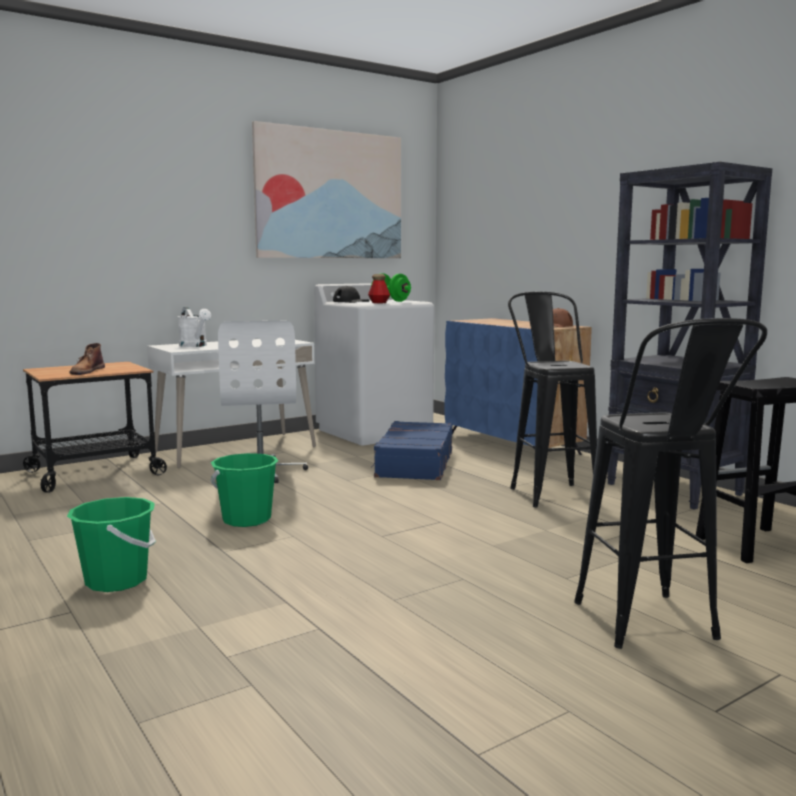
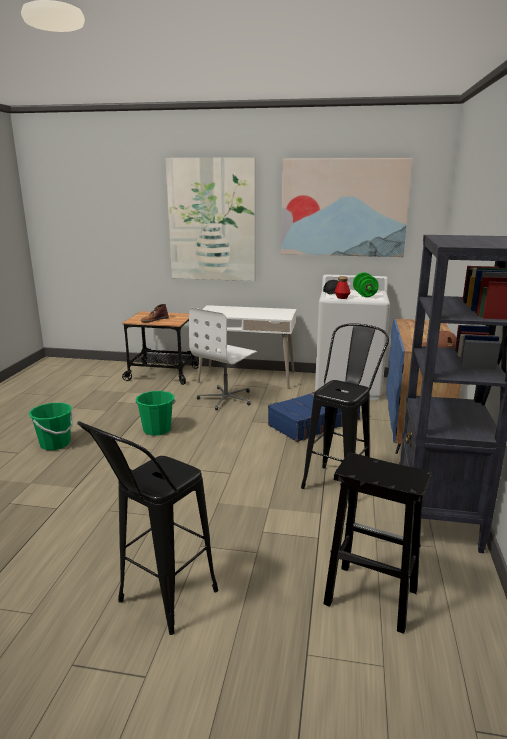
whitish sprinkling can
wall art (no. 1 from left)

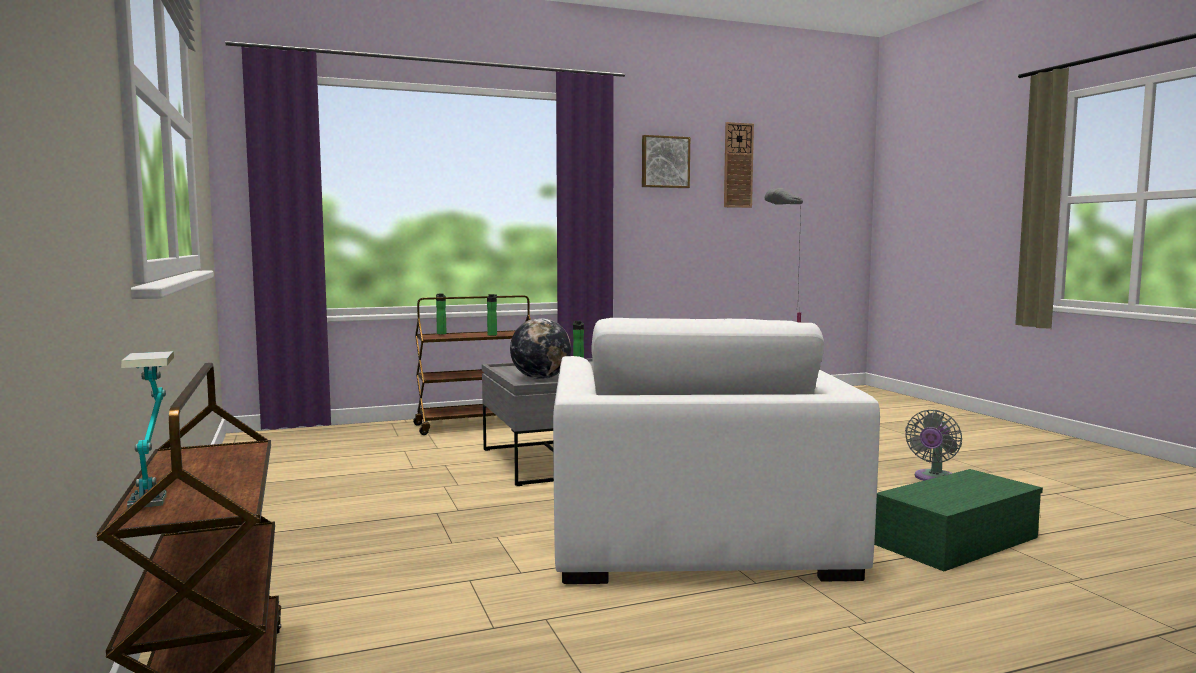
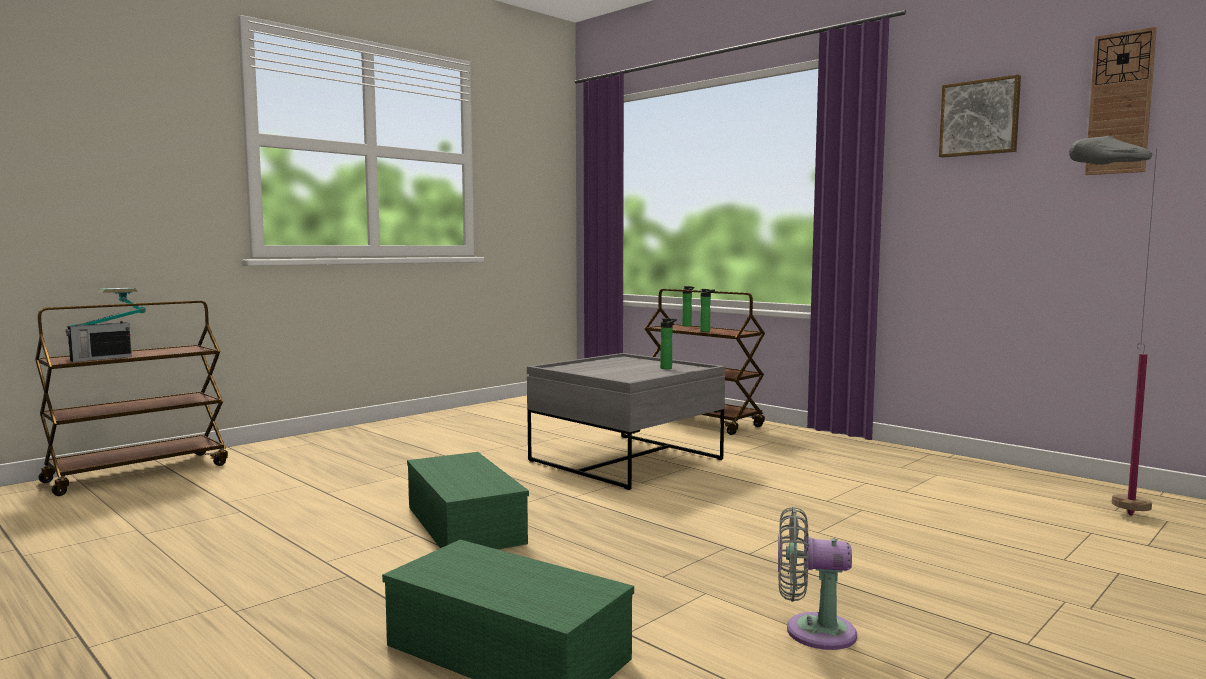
globe
radio receiver
green-coloured storage bin (no. 1 from left)

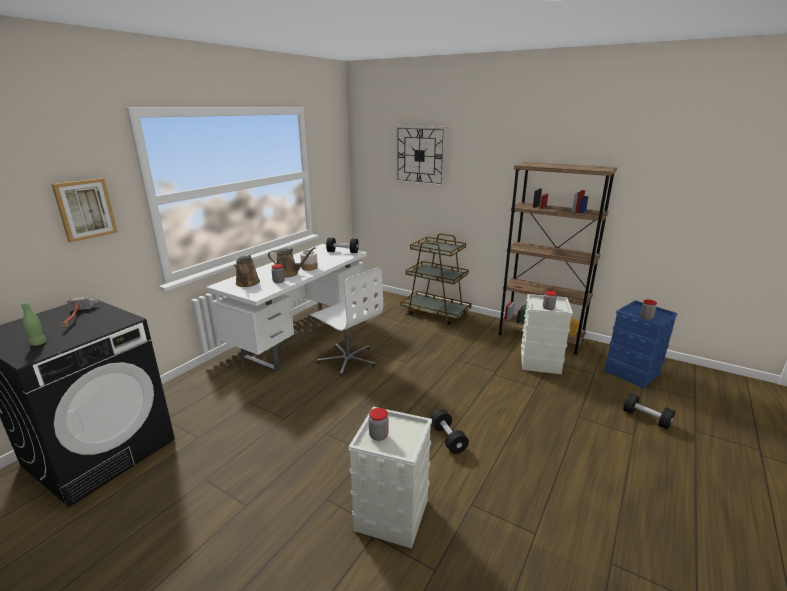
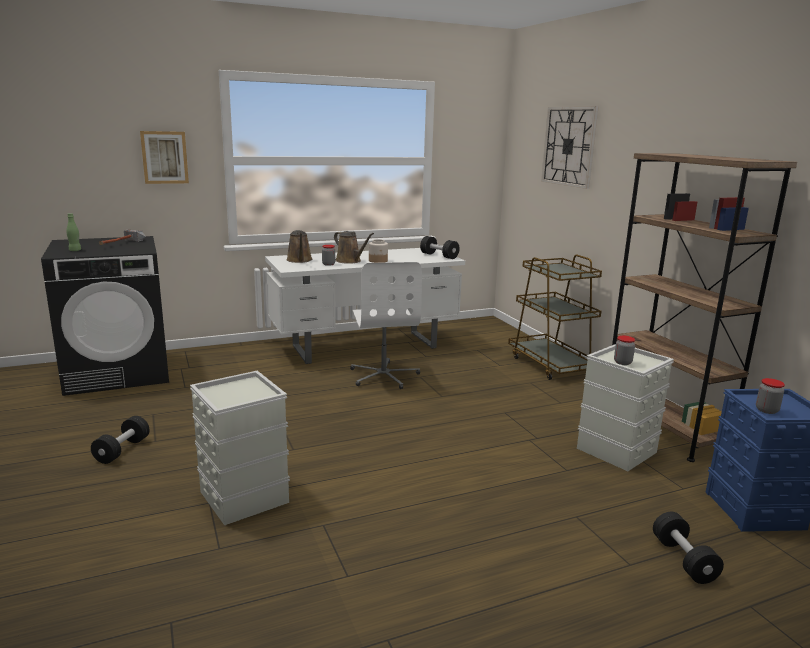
jar (no. 3 from left in the first image)
black-coloured dumbbell (no. 1 from left)
brown sprinkling can (no. 1 from left)

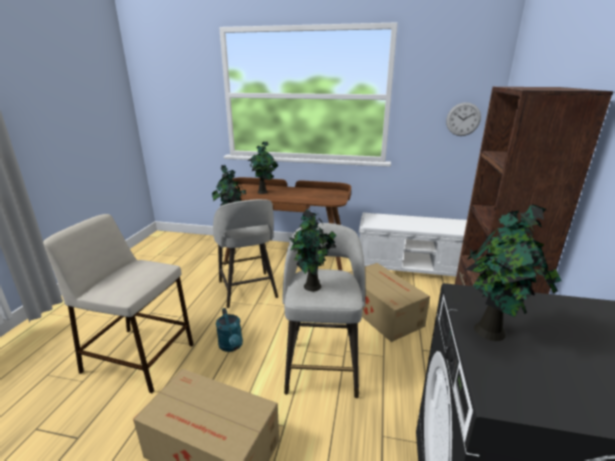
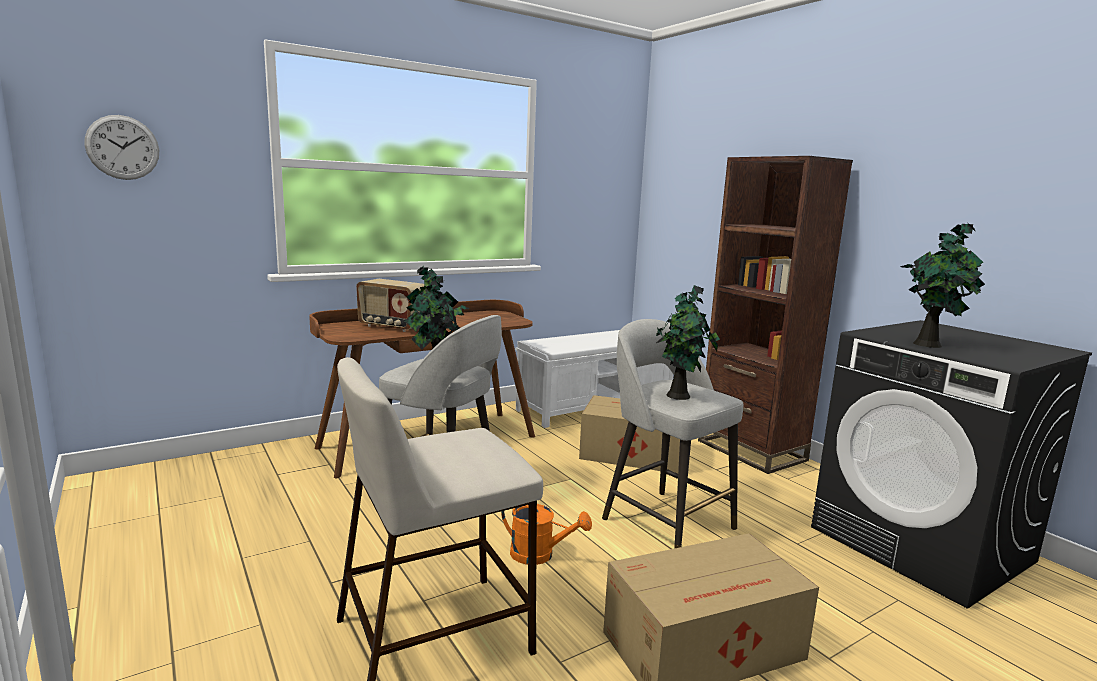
wall clock
radio receiver
orange sprinkling can

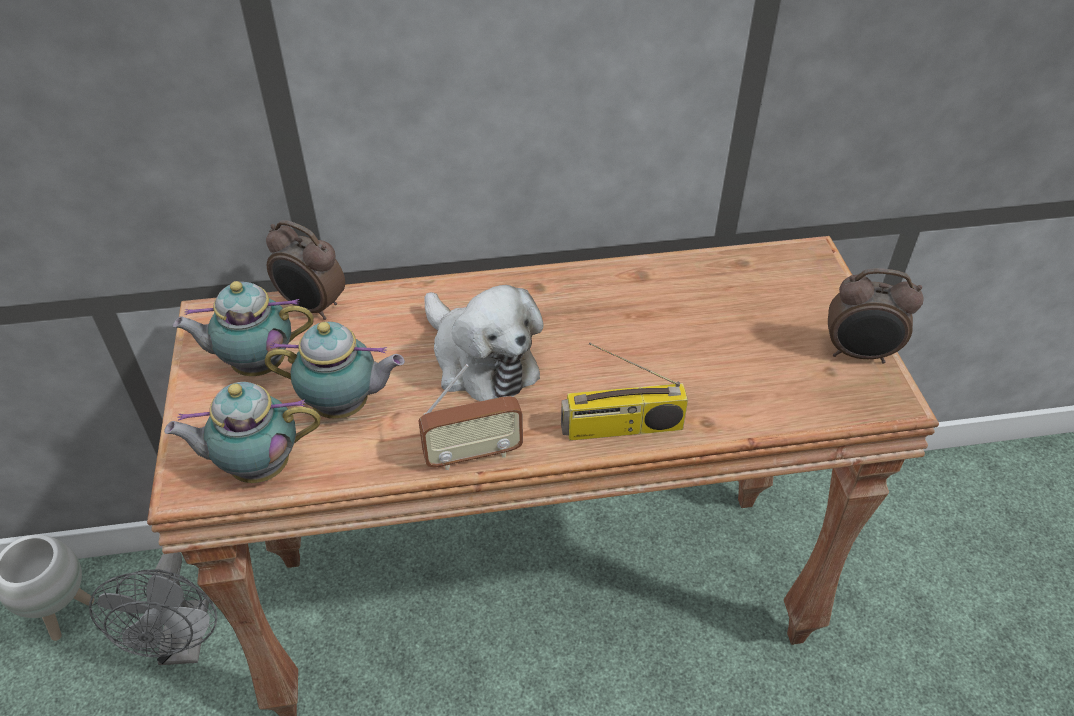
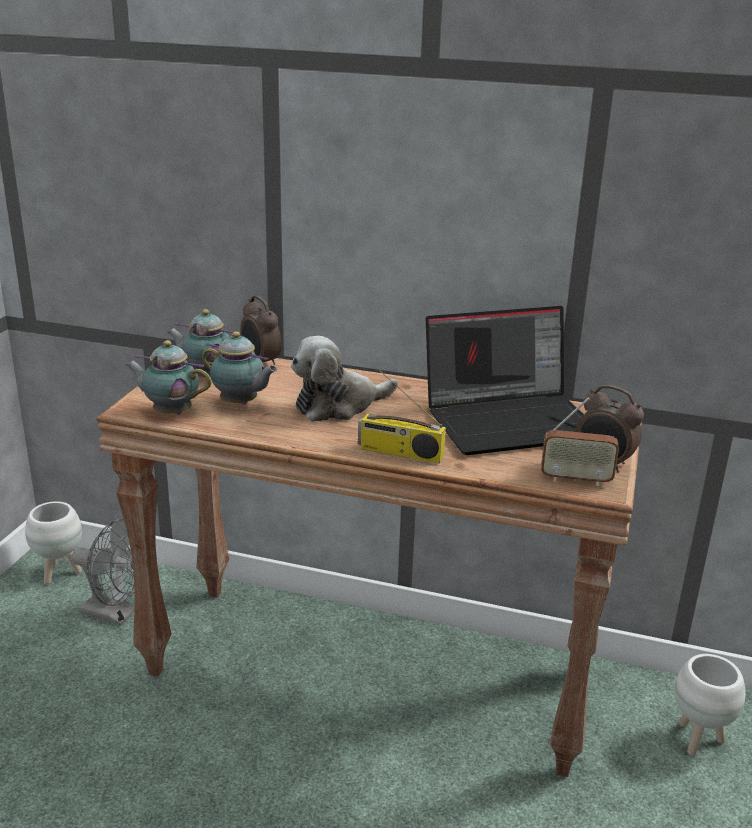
notebook computer
whitish flower pot (no. 2 from left)
radio receiver (no. 2 from left)
gray electric fan
soft toy

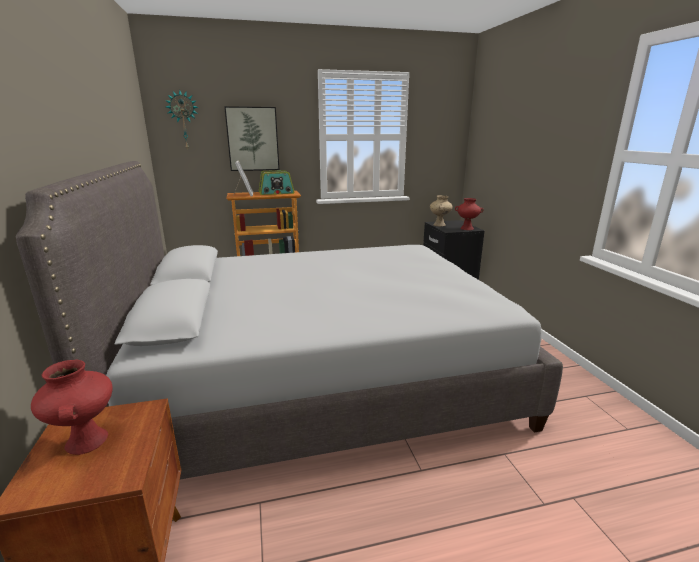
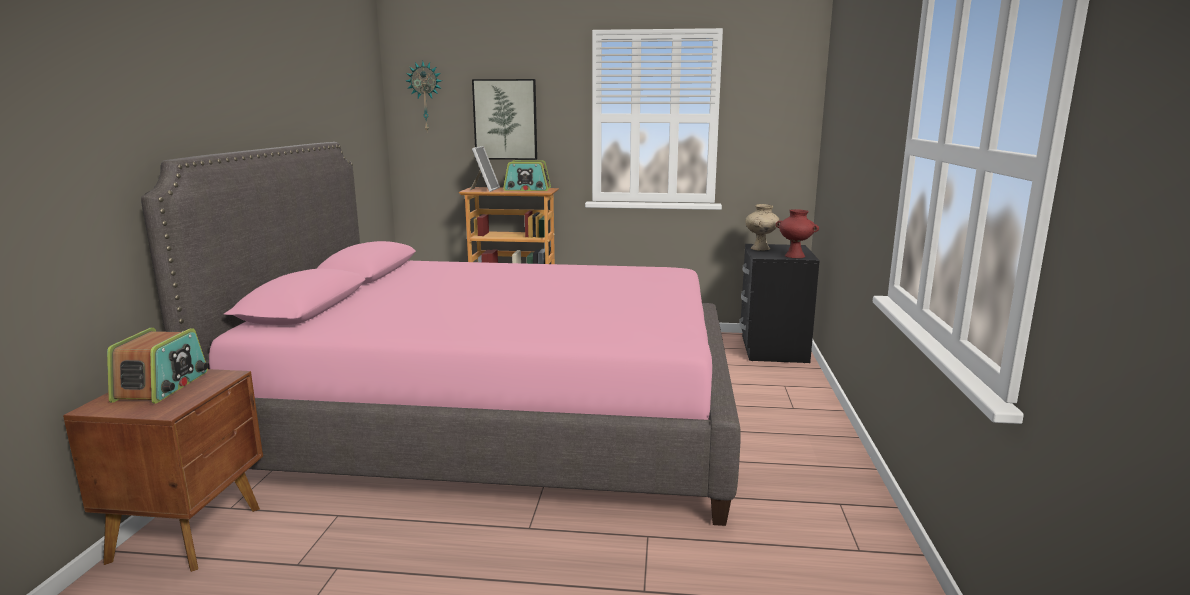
radio receiver (no. 1 from left)
pink-coloured sleeping bed

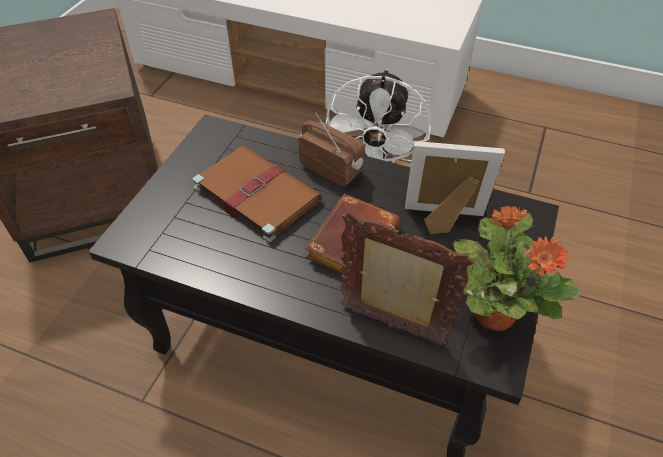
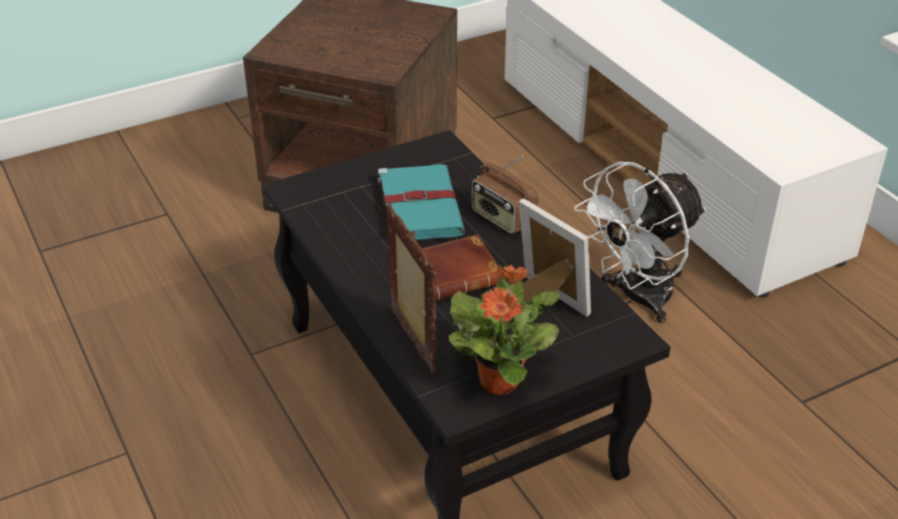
turquoise volume
radio receiver

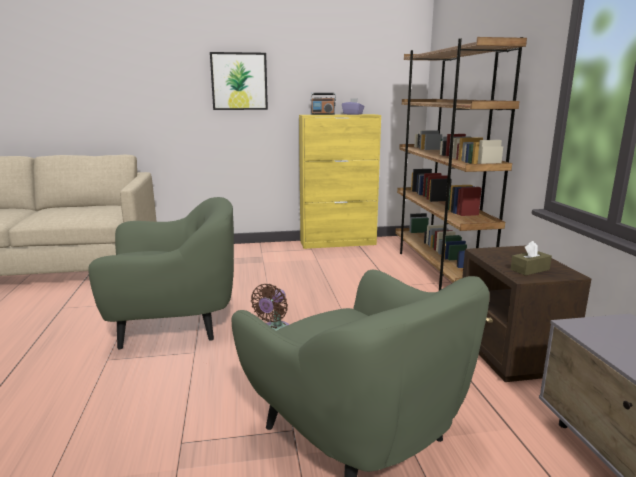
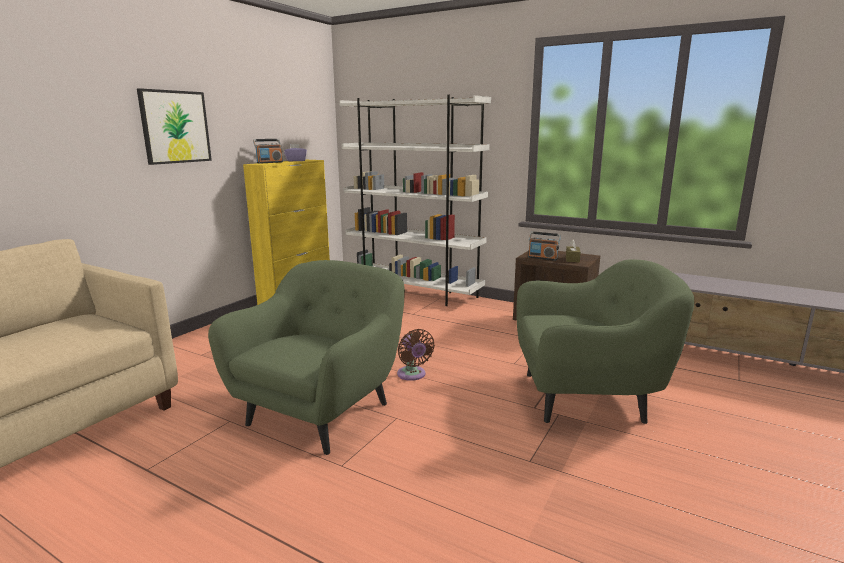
radio receiver (no. 2 from left)
whitish shelving unit

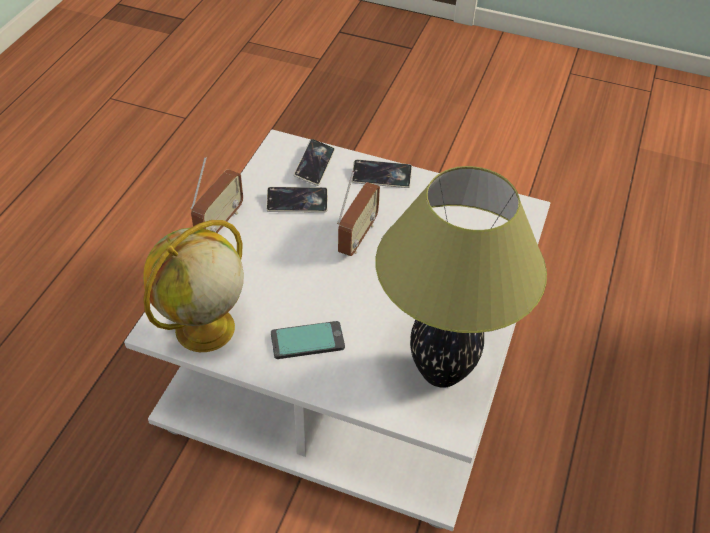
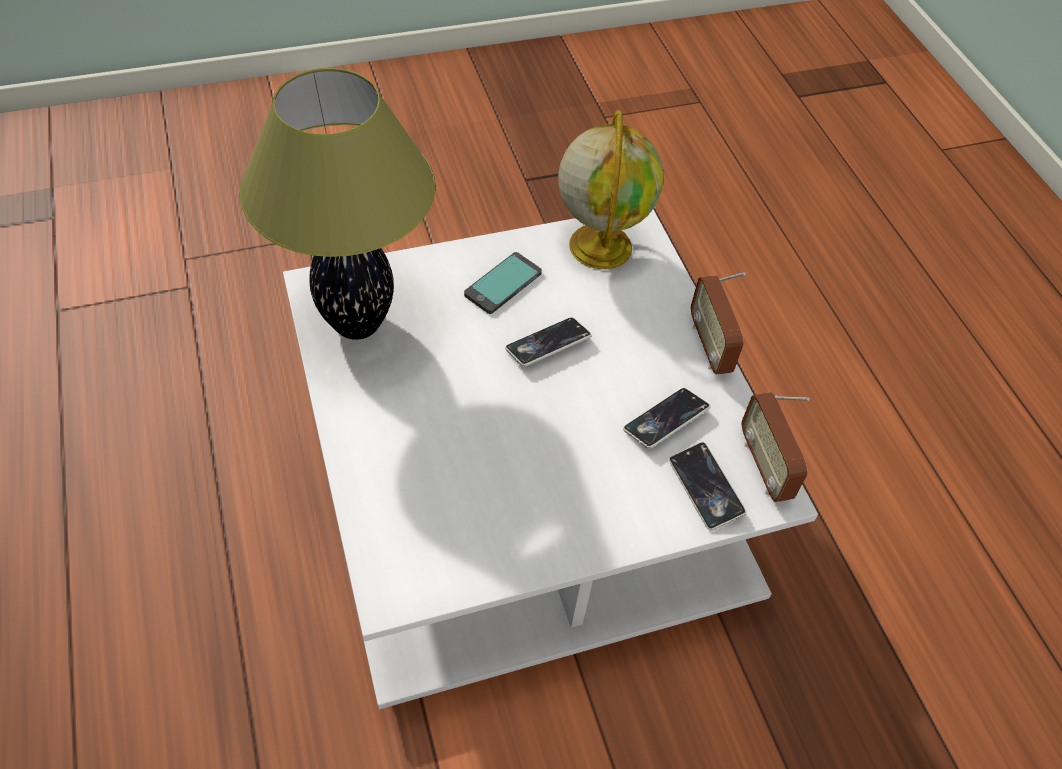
radio receiver (no. 2 from left)
handset (no. 2 from left)

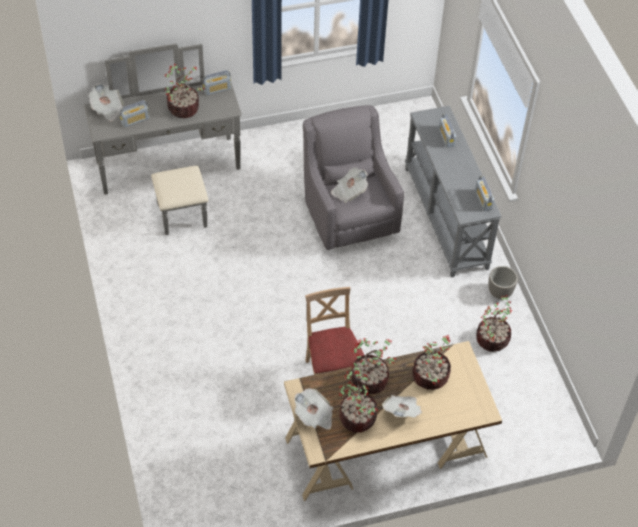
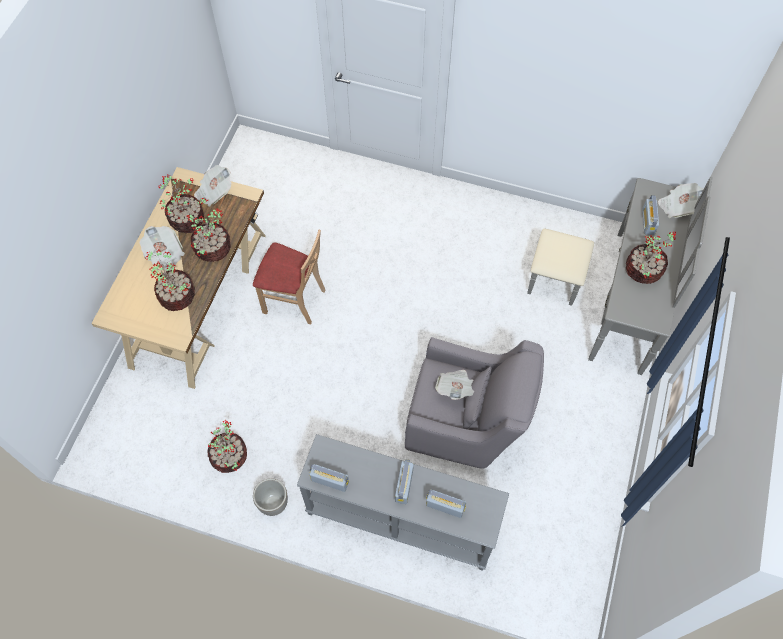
radio receiver (no. 2 from left)

